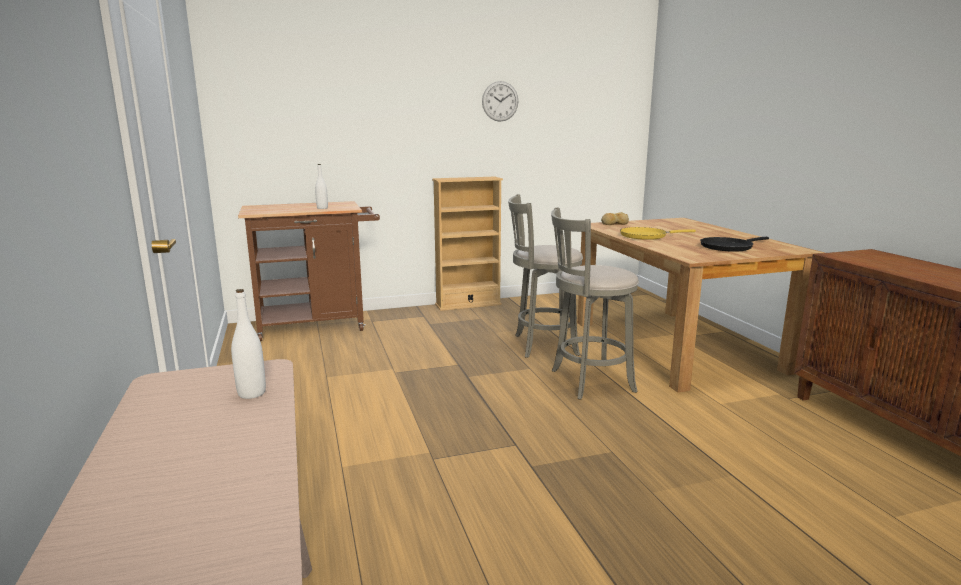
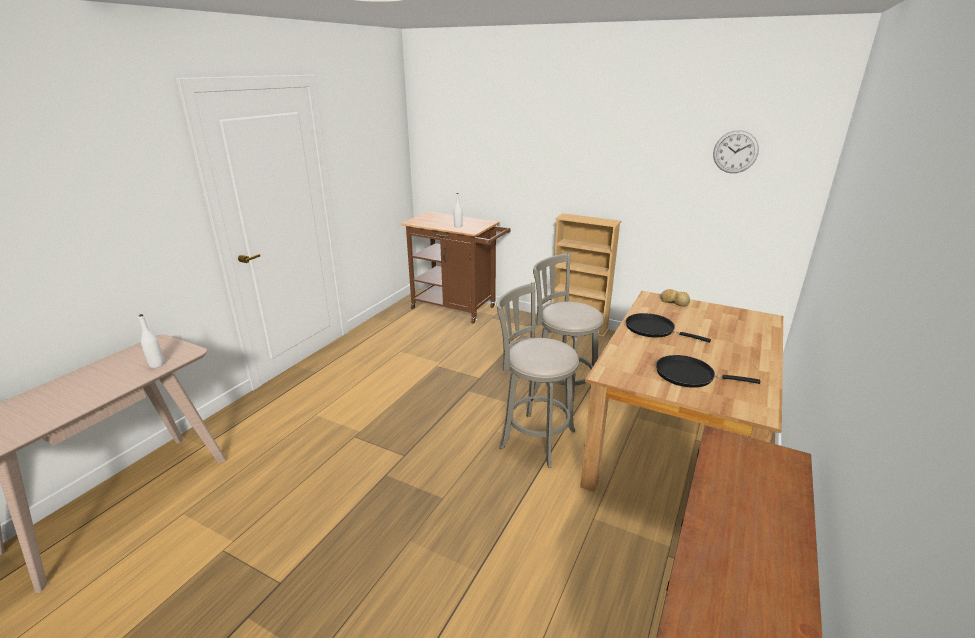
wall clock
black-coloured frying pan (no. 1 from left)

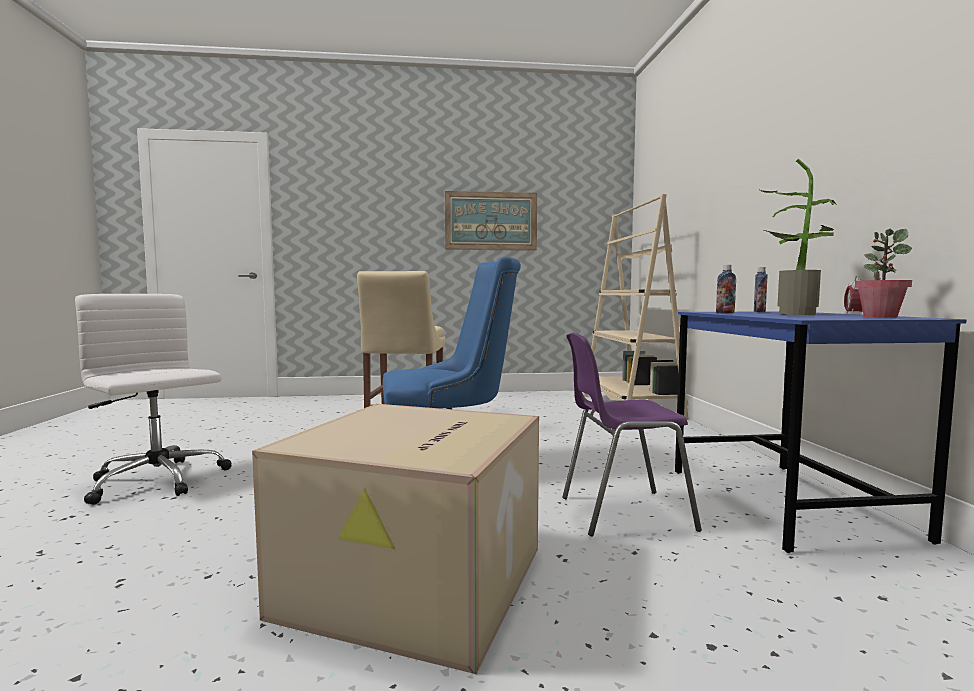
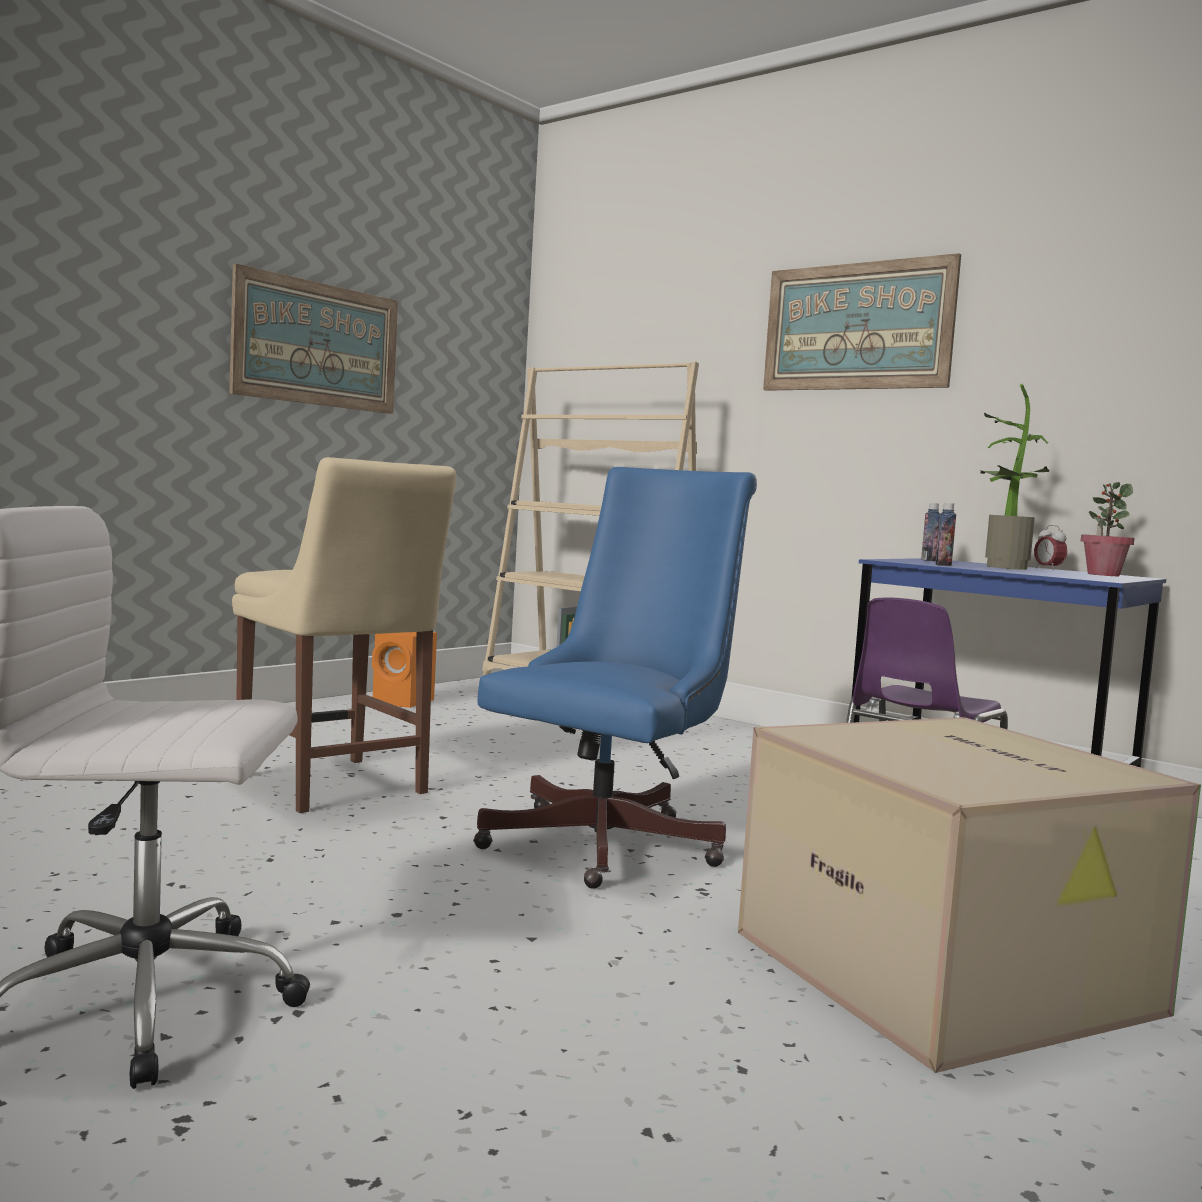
orange loudspeaker
wall art (no. 2 from left)

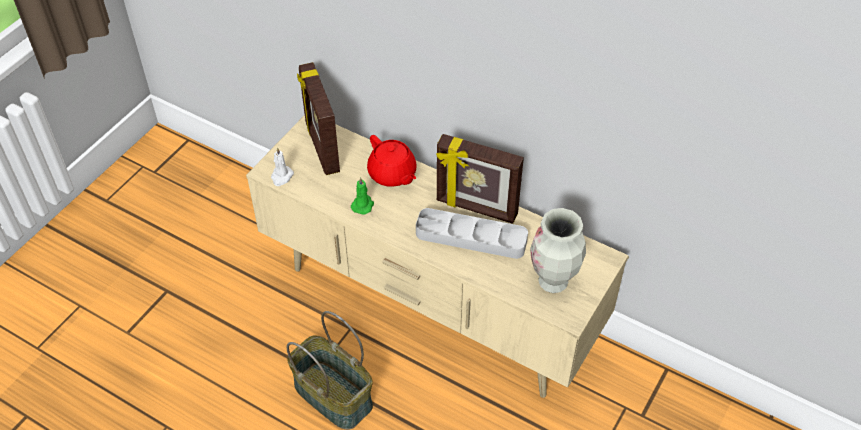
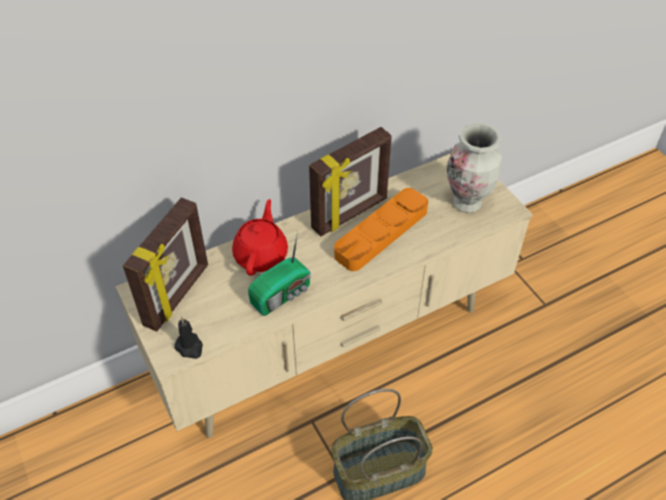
radio receiver
black-coloured wax light
orange carrying tray
standing frame (no. 1 from left)
reddish tea pot

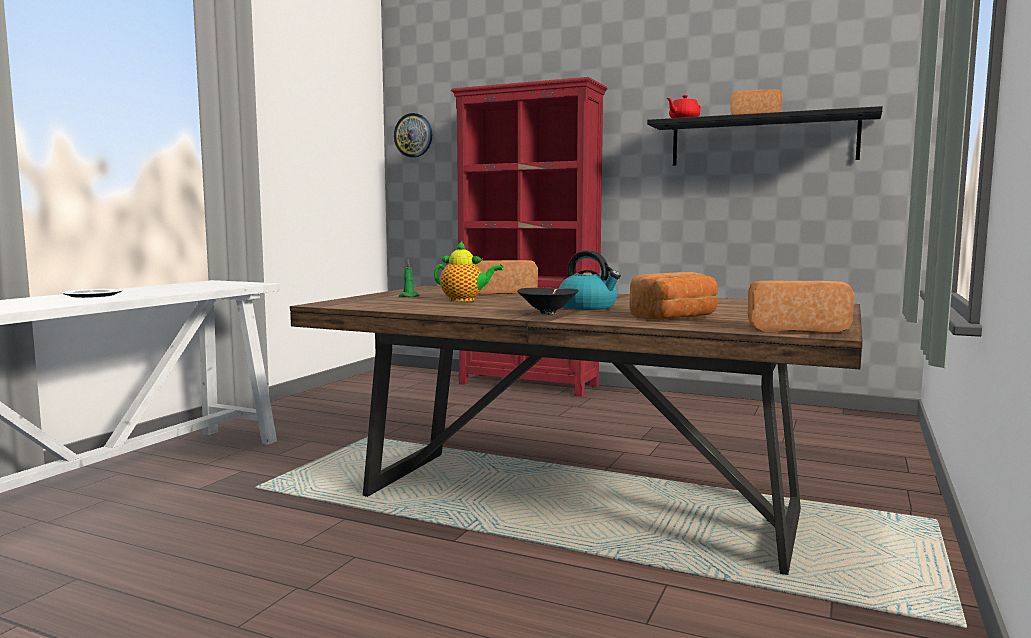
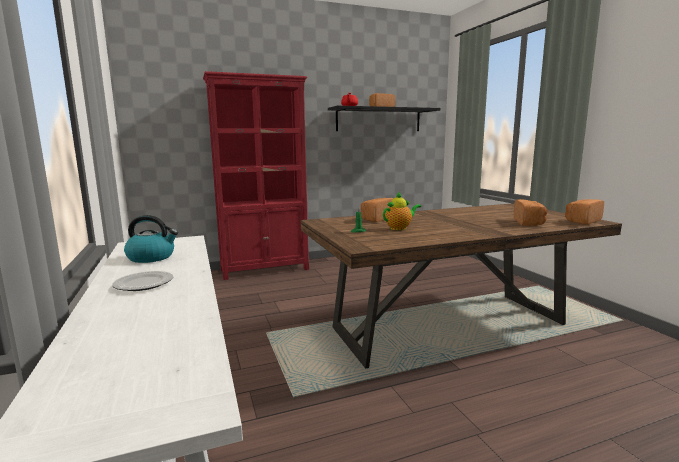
wall clock
black-coloured bowl
tea kettle

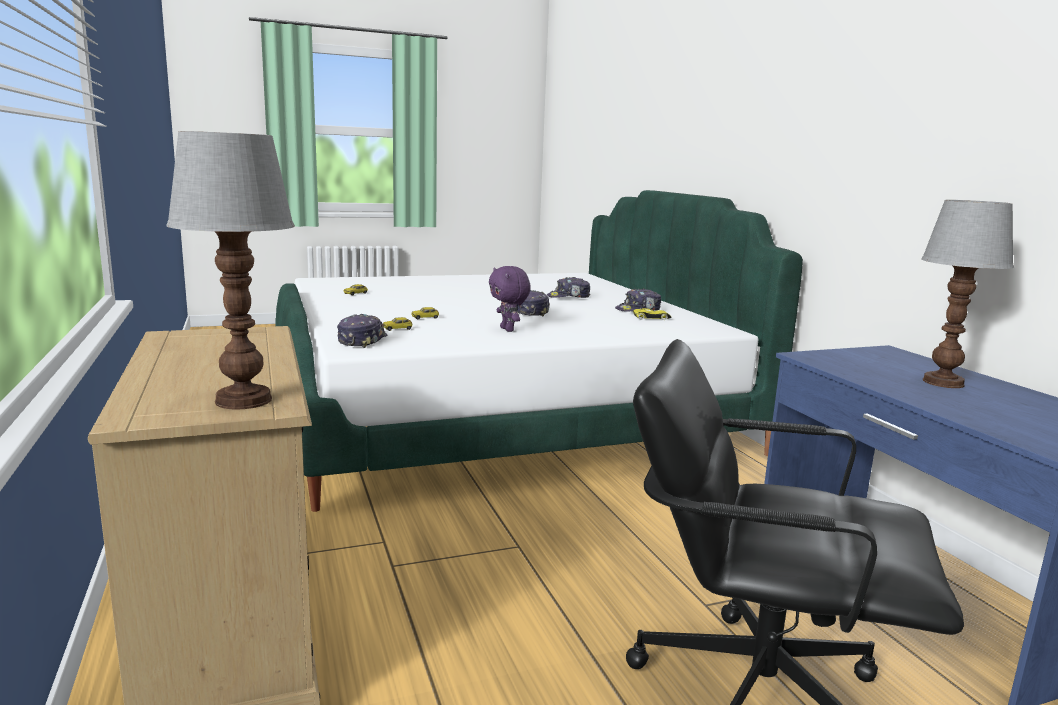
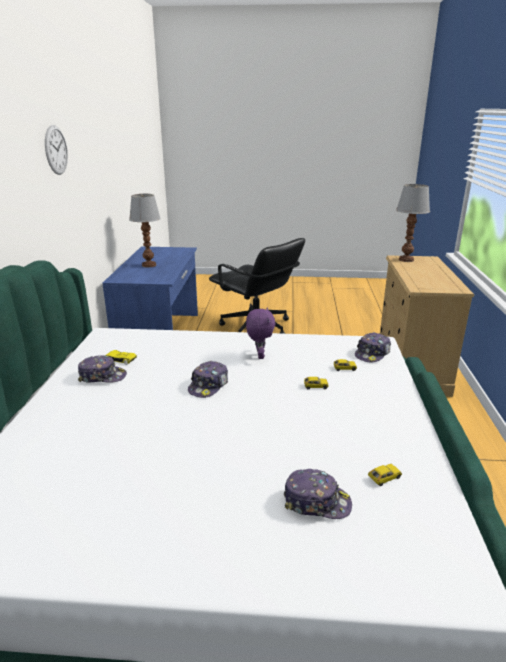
wall clock
cap (no. 3 from left)

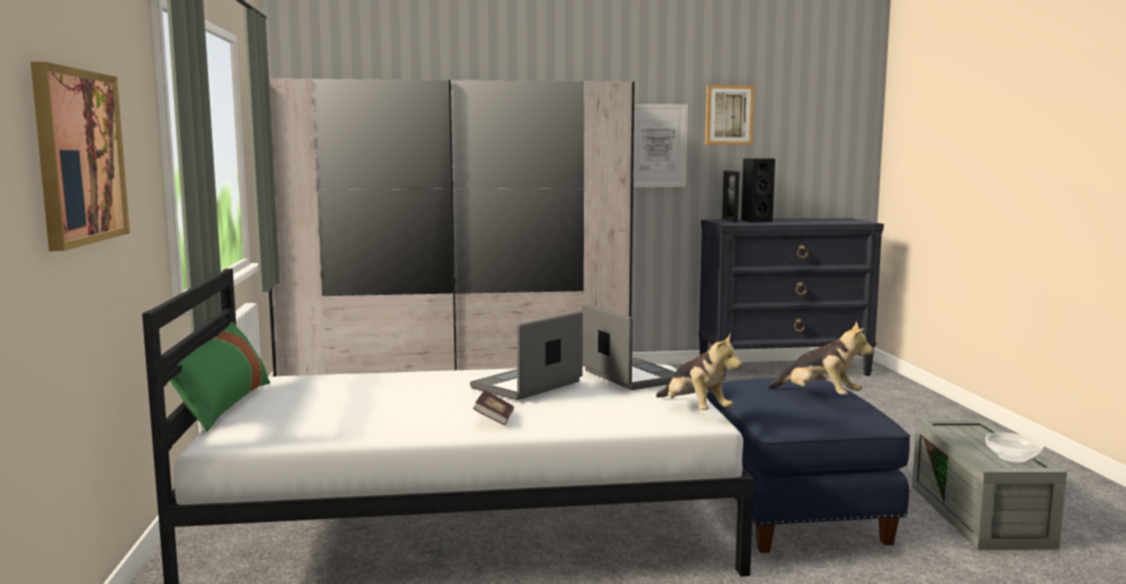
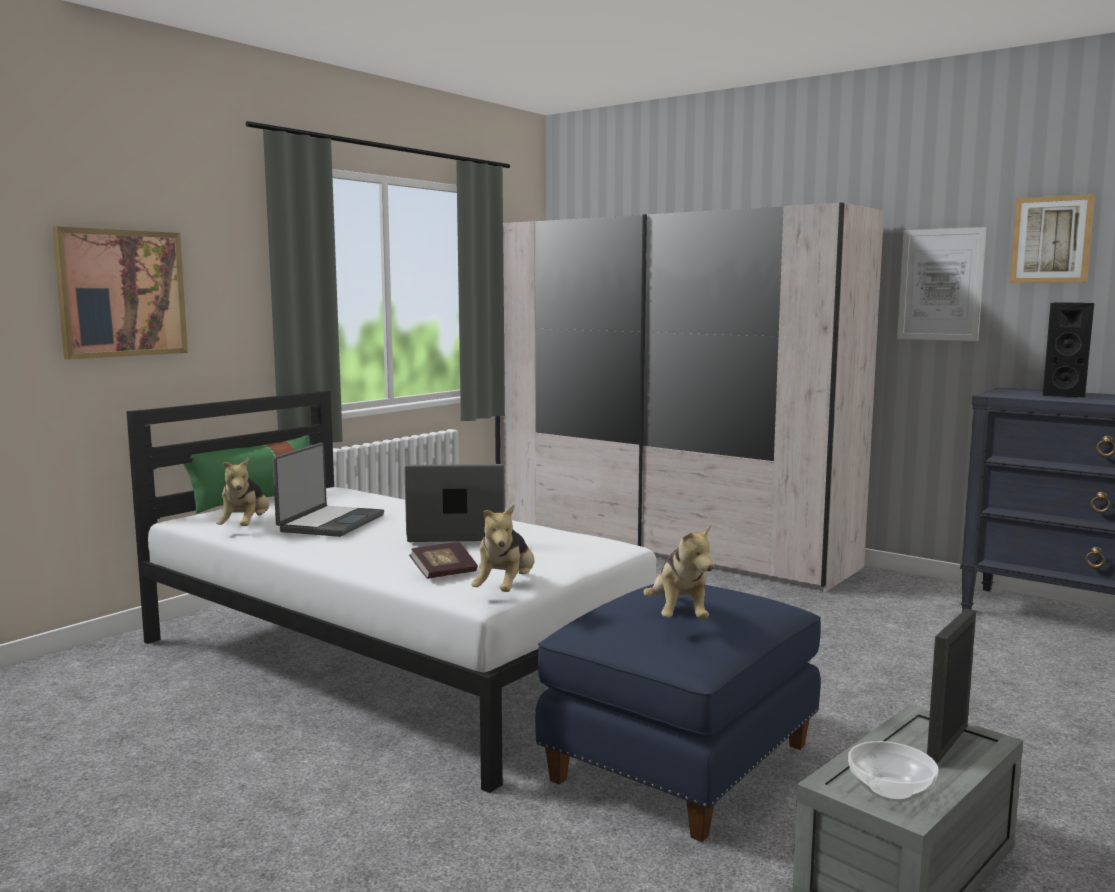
soft toy (no. 1 from left)
volume
notebook computer (no. 1 from left)
standing frame

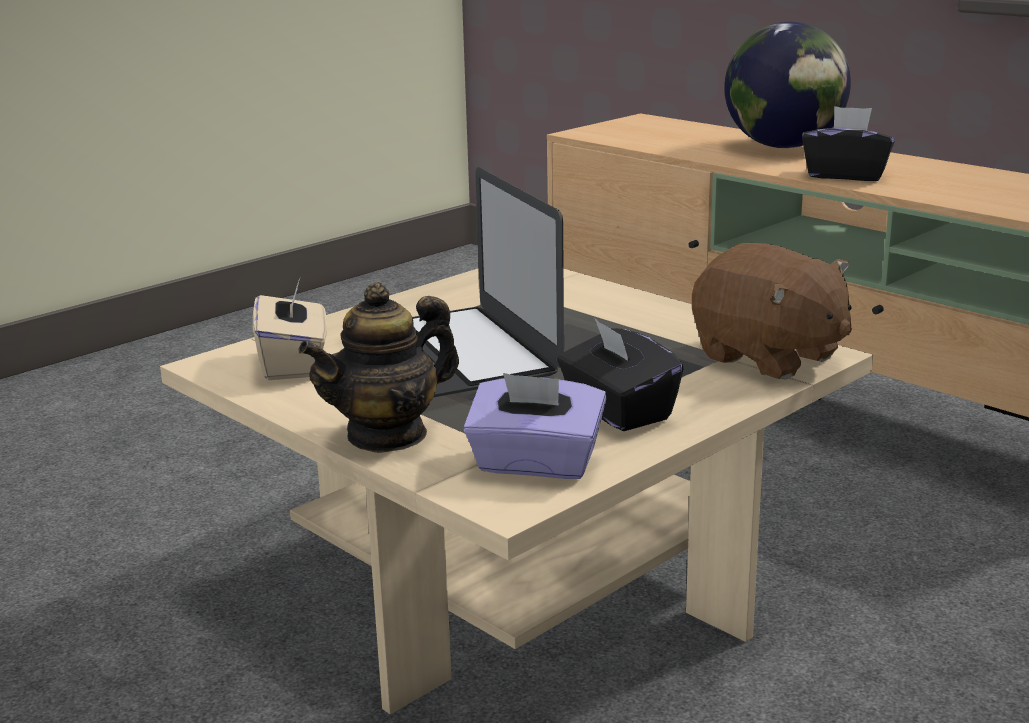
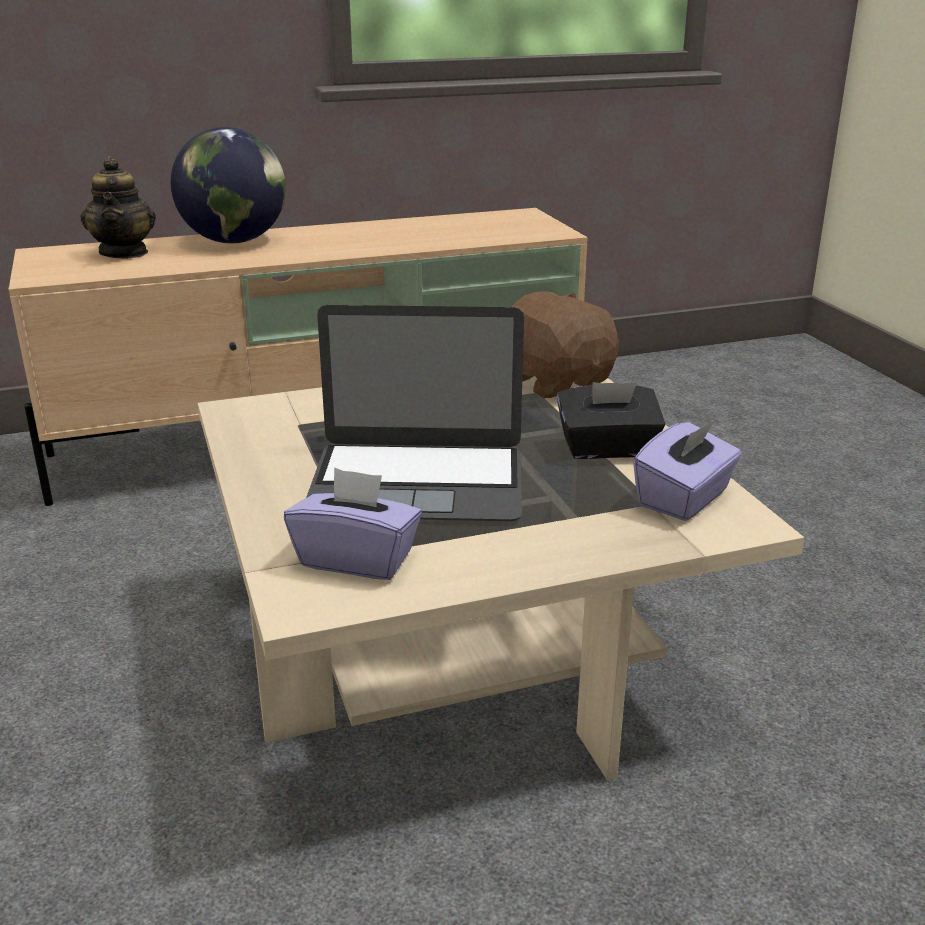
black-coloured box of tissues (no. 2 from left in the first image)
tea pot
purple-coloured box of tissues (no. 1 from left)
brown soft toy

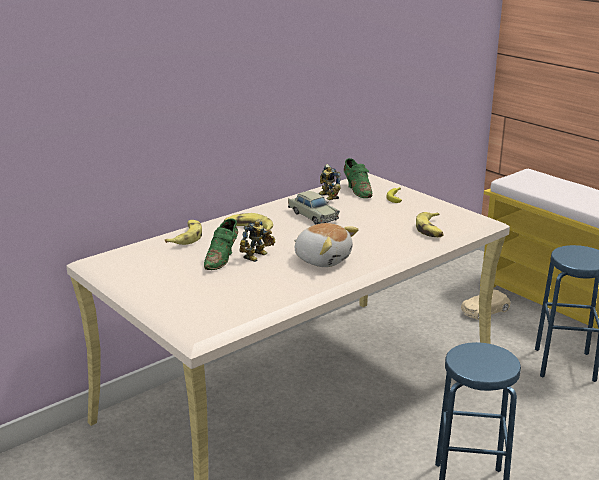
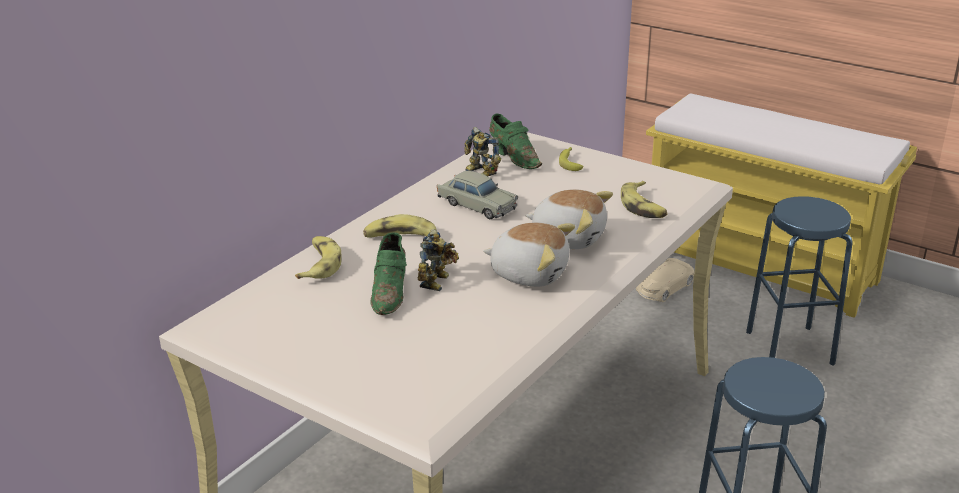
soft toy (no. 2 from left)

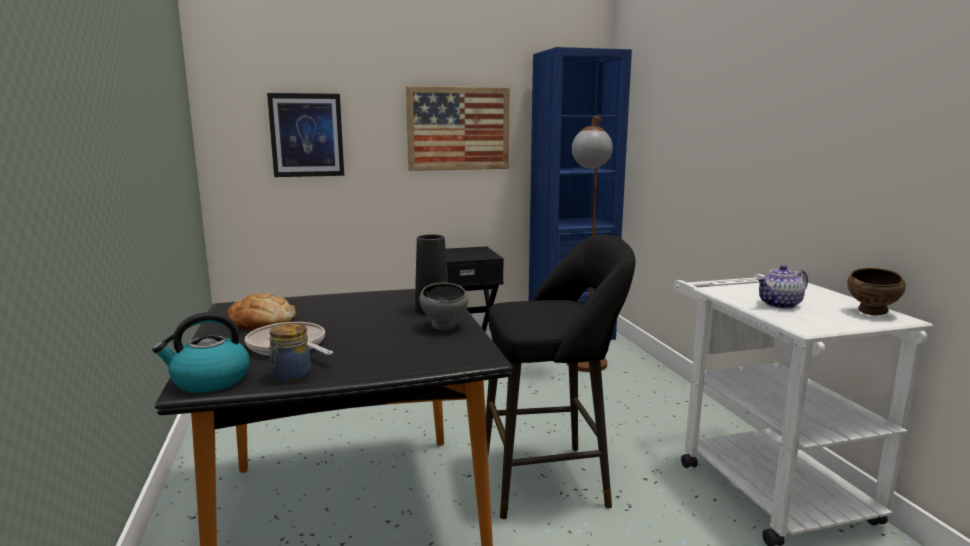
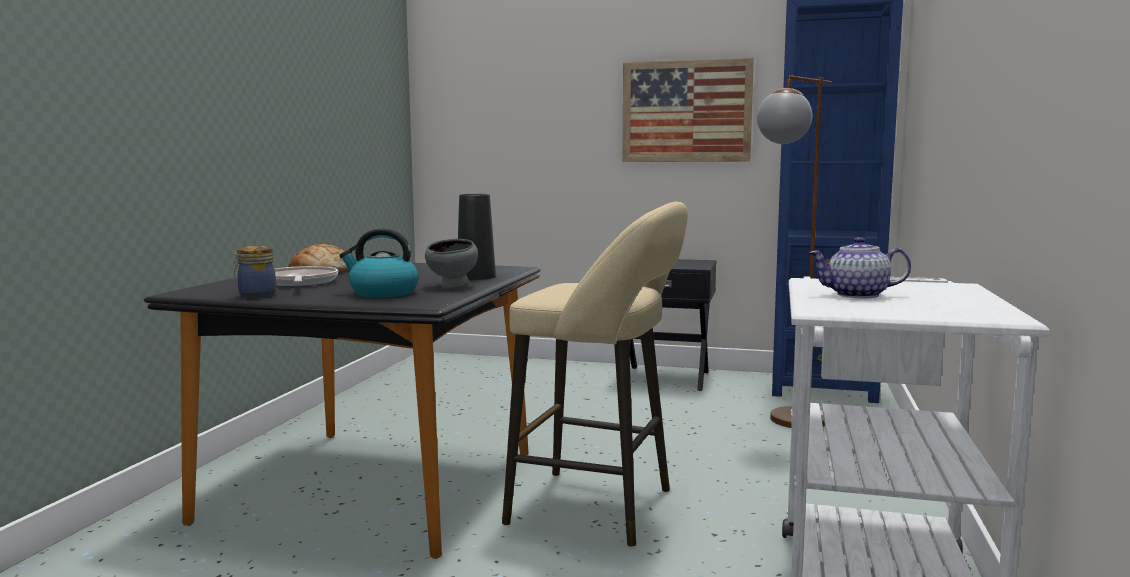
wall art (no. 1 from left in the first image)
brown bowl
tea kettle
beige stool

